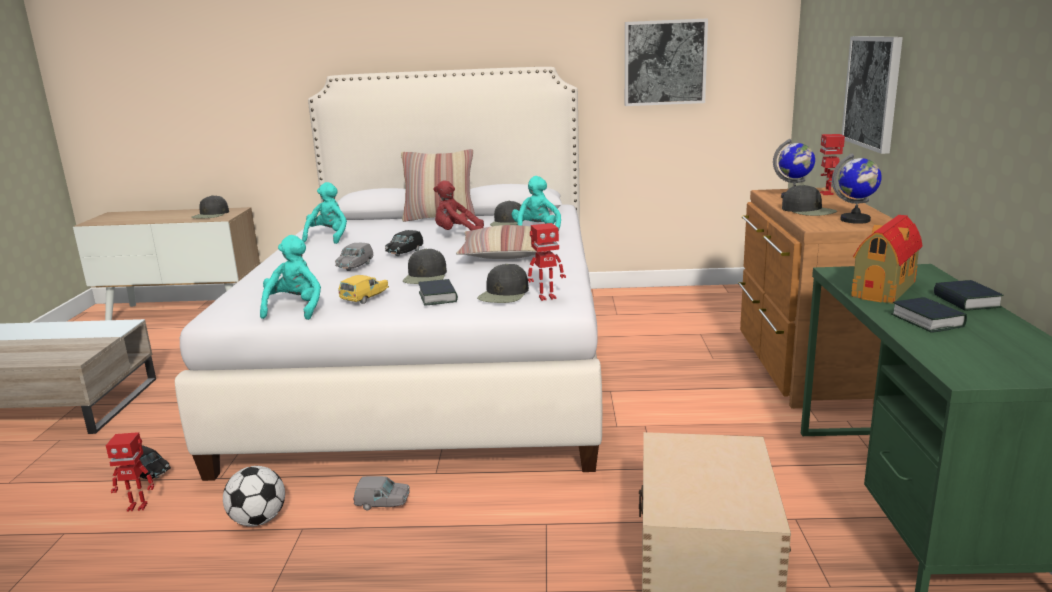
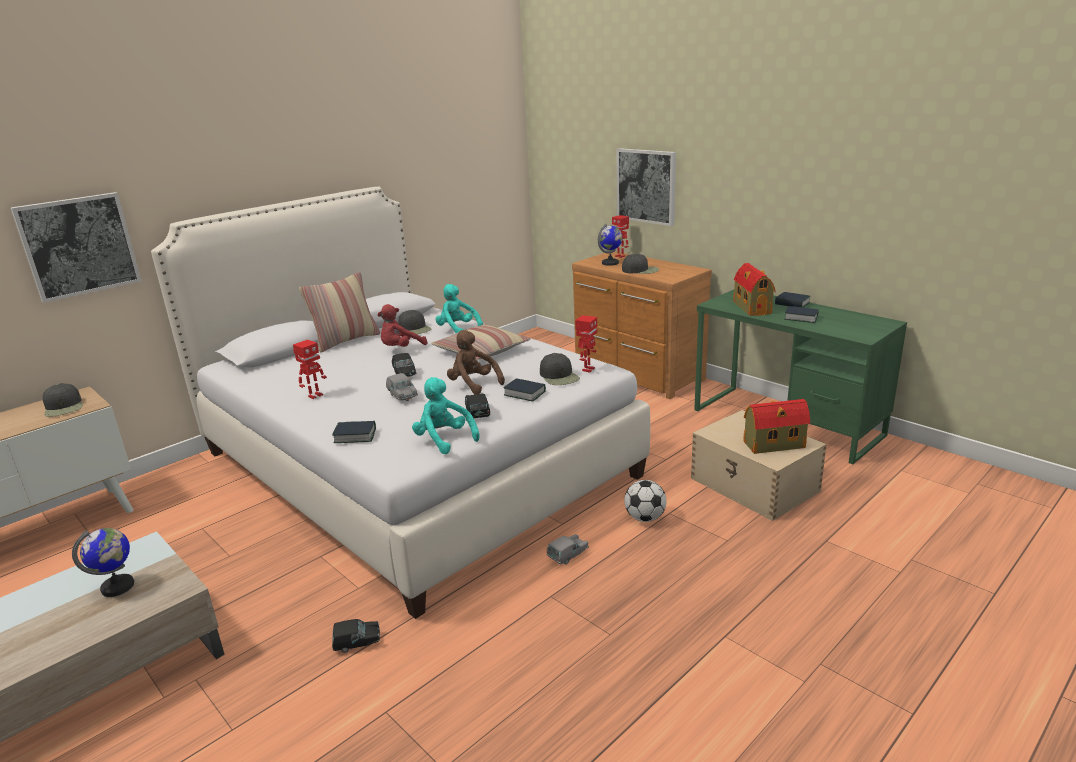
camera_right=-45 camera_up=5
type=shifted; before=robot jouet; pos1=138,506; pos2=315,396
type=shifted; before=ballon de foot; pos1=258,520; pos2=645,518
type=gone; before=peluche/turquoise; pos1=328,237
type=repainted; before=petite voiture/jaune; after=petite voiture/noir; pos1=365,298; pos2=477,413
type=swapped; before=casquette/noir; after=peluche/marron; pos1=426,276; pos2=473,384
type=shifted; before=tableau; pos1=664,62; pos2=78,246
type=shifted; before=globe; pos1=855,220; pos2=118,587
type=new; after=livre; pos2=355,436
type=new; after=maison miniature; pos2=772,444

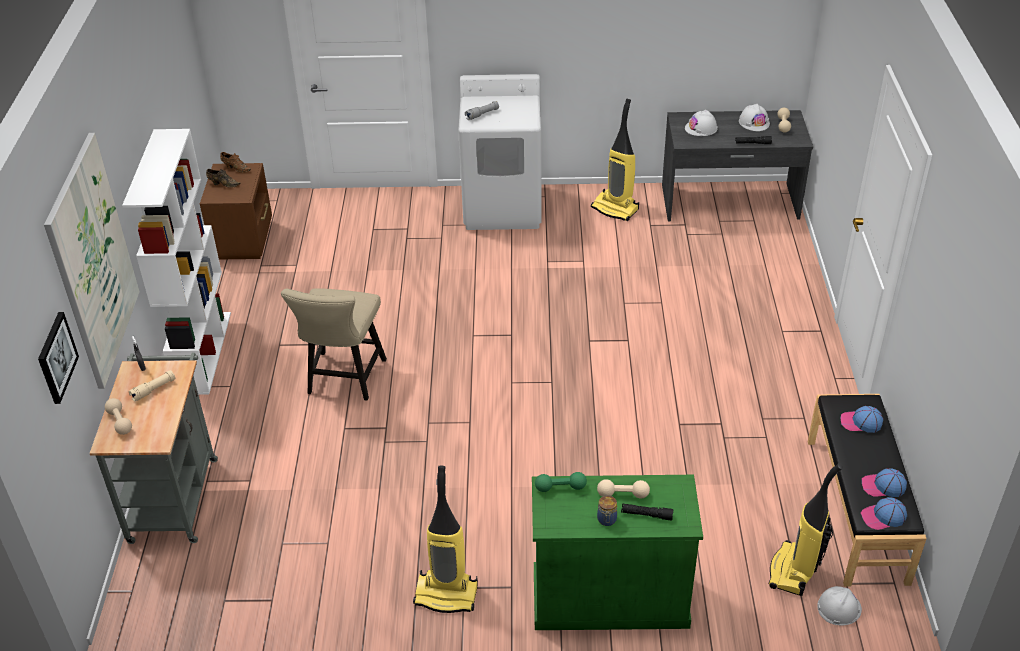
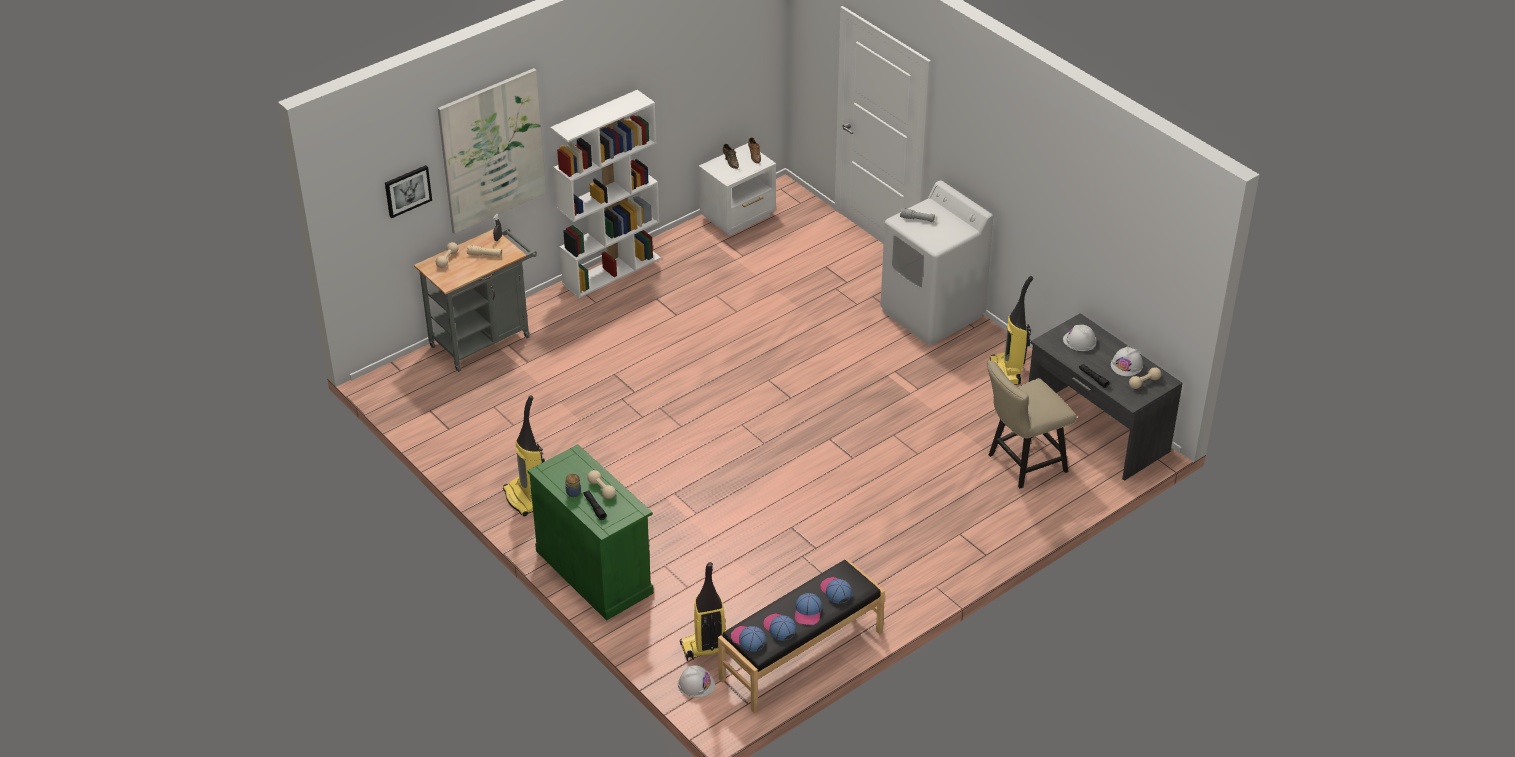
camera_right=50 camera_up=0
type=repainted; before=table de chevet/marron; after=table de chevet/blanc; pos1=245,241; pos2=739,217
type=shifted; before=chaise/beige; pos1=344,380; pos2=1022,464
type=gone; before=haltère/vert; pos1=560,487
type=new; after=casquette; pos2=808,612

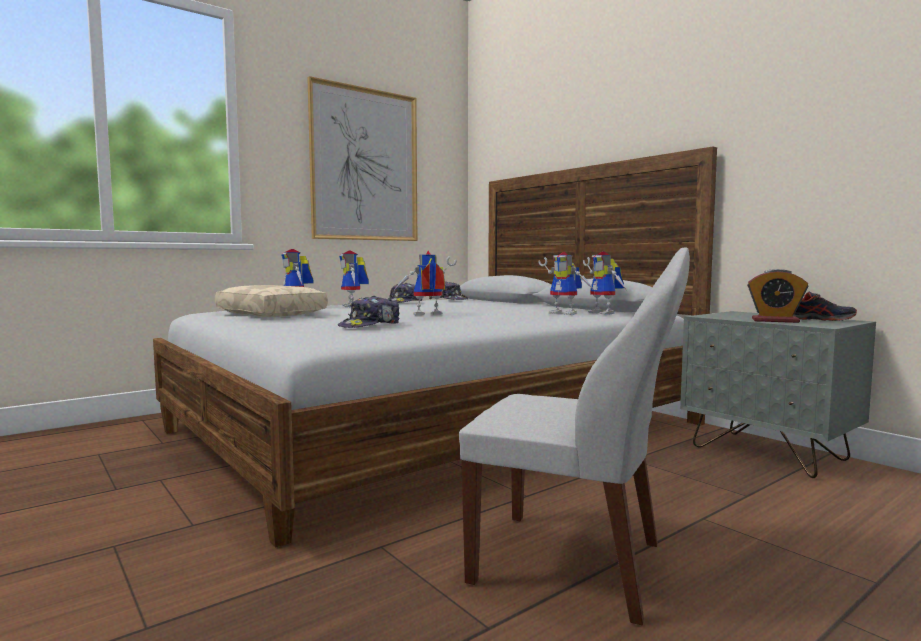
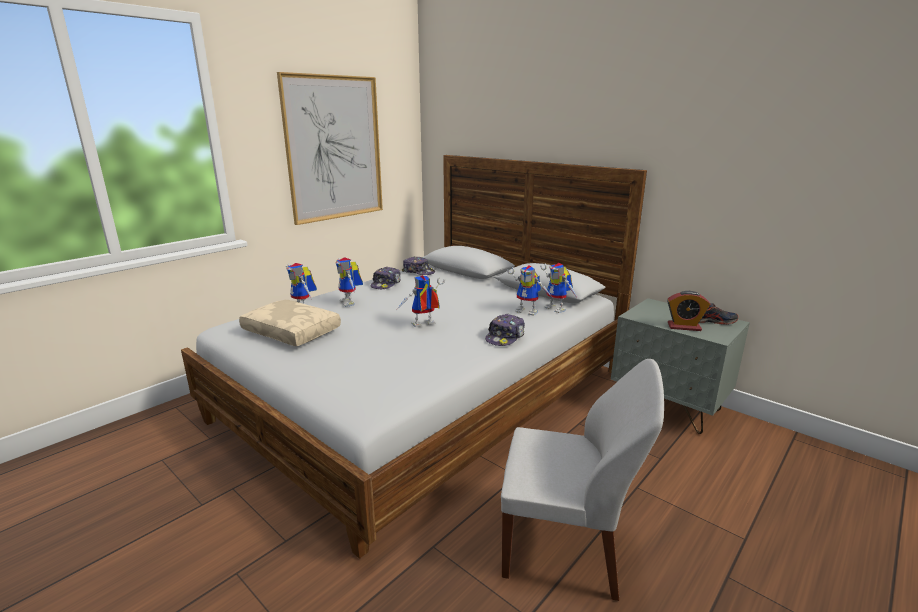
camera_right=-10 camera_up=15
type=shifted; before=casquette; pos1=370,326; pos2=505,337

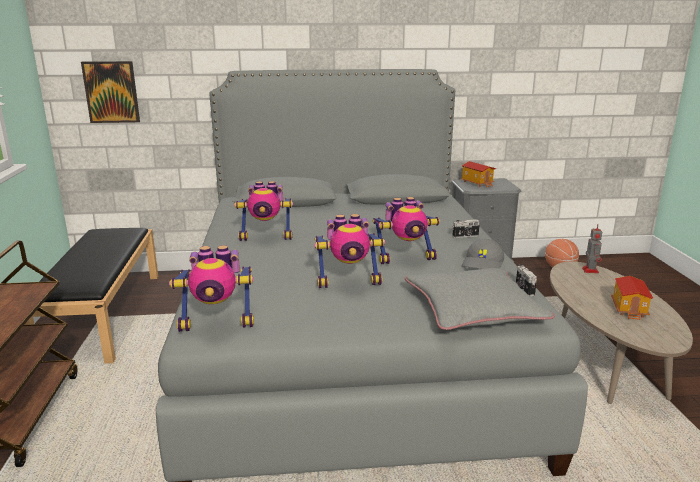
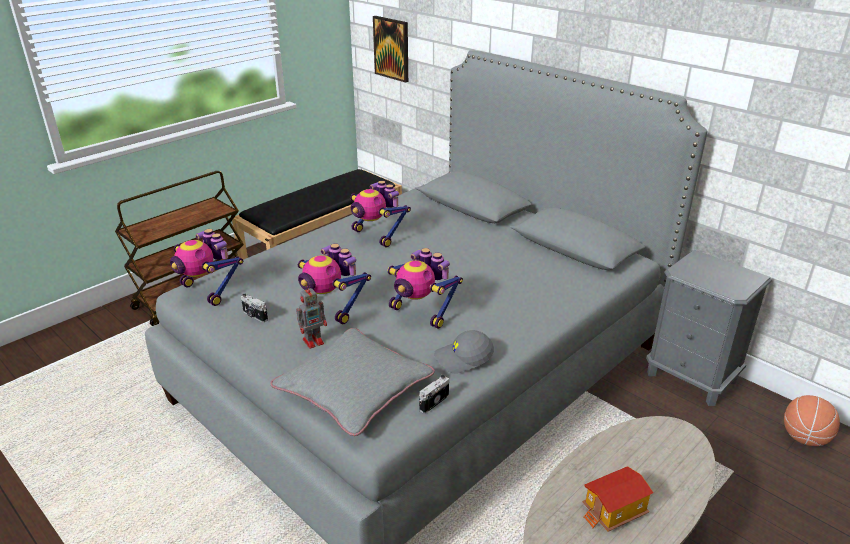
camera_right=50 camera_up=10
type=shifted; before=appareil photo; pos1=465,236; pos2=254,316
type=gone; before=maison miniature; pos1=477,183
type=shifted; before=robot jouet; pos1=590,270; pos2=314,341

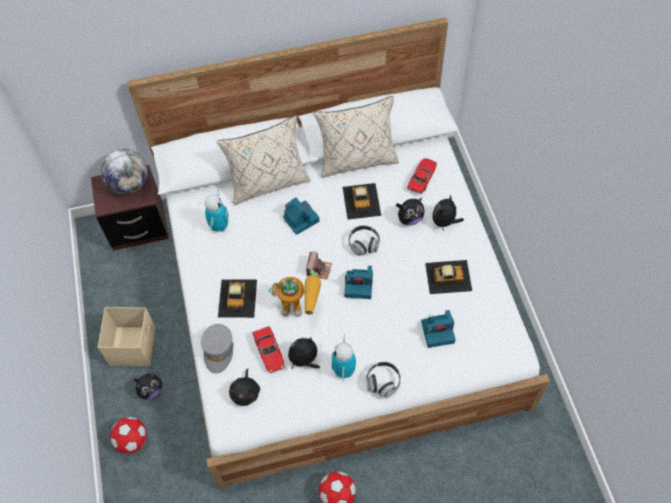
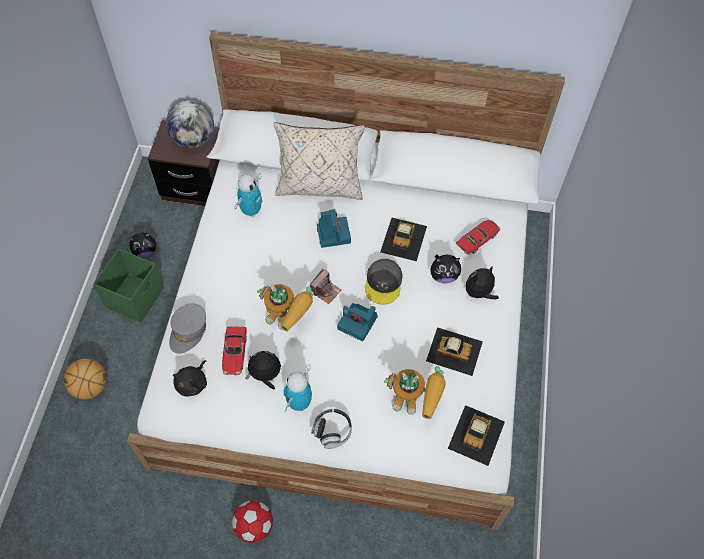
camera_right=20 camera_up=0
type=repainted; before=boîte de rangement/beige; after=boîte de rangement/vert; pos1=133,345; pos2=135,297
type=swapped; before=ballon de foot; after=ballon de basket; pos1=132,440; pos2=90,387
type=shifted; before=peluche; pos1=150,390; pos2=145,251
type=shifted; before=petite voiture; pos1=237,298; pos2=476,434
type=gone; before=coussin/beige; pos1=357,160
type=swapped; before=casque audio; after=casquette/gris; pos1=364,244; pos2=383,283
type=swapped; before=appareil photo; after=robot jouet; pos1=438,331; pos2=415,403

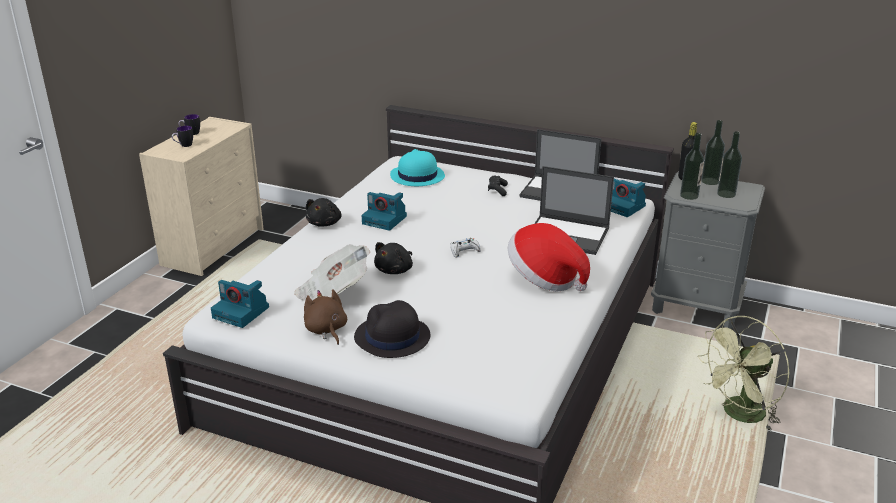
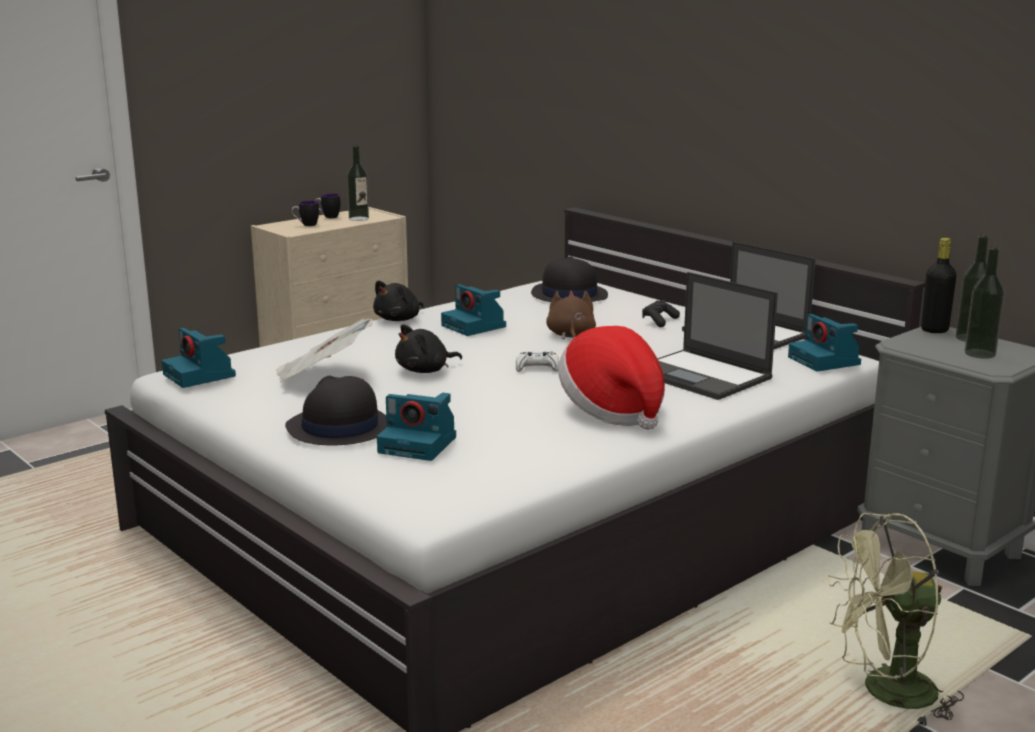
camera_right=25 camera_up=-10
type=shifted; before=peluche/marron; pos1=326,330; pos2=570,335
type=repainted; before=chapeau/turquoise; after=chapeau/noir; pos1=417,176; pos2=568,295
type=shifted; before=bouteille; pos1=689,195; pos2=359,218
type=new; after=appareil photo; pos2=419,445

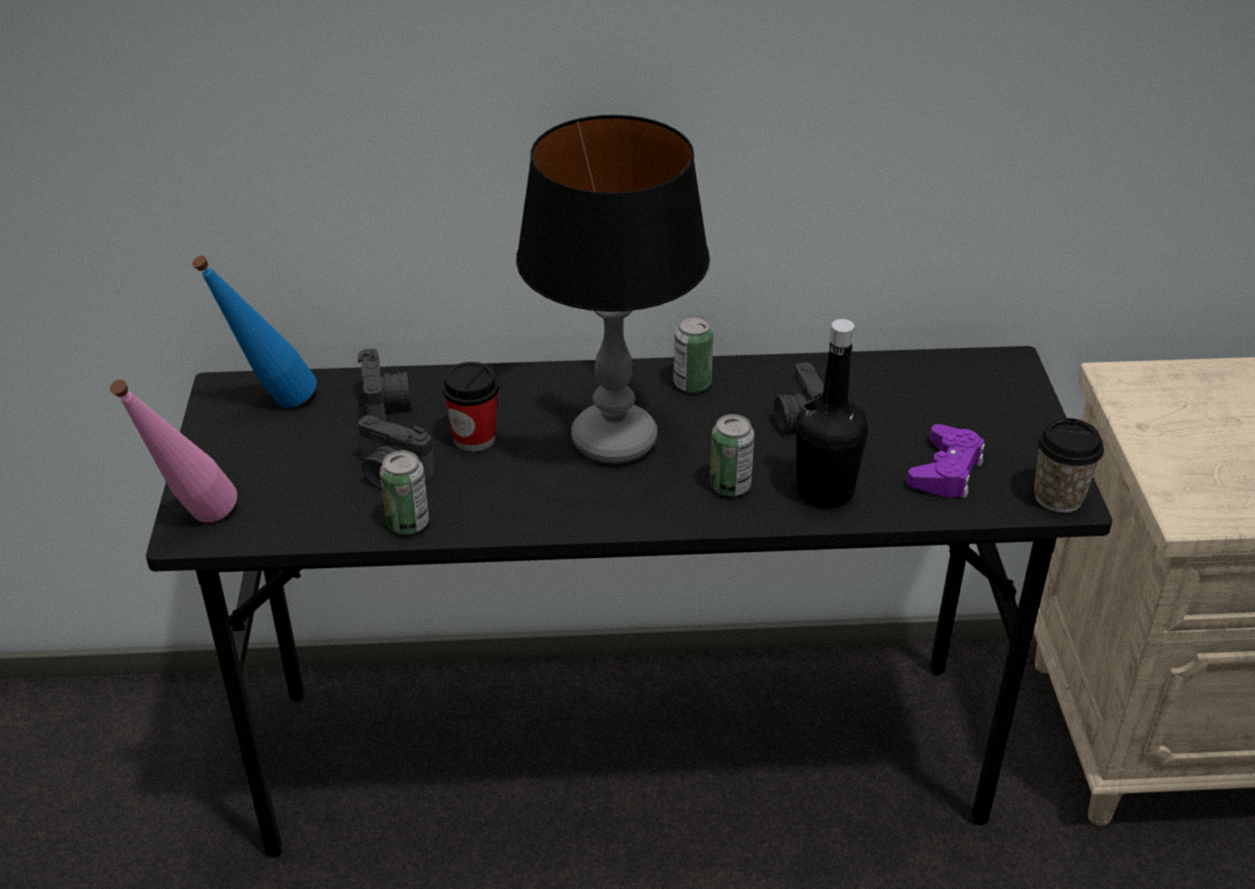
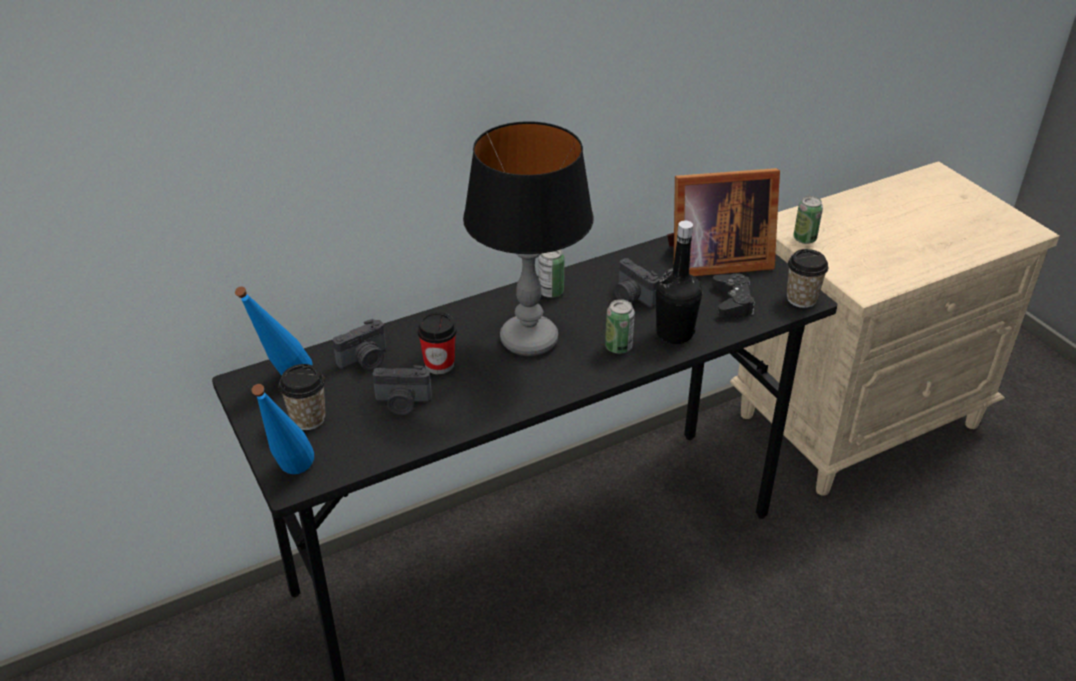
camera_right=-25 camera_up=0
type=repainted; before=bouteille/rose; after=bouteille/bleu; pos1=194,525; pos2=291,478
type=rotated; before=appareil photo; pos1=387,406; pos2=365,361; turn=90
type=shifted; before=boîte métallique; pos1=408,523; pos2=804,239
type=repainted; before=manette/violet; after=manette/noir; pos1=946,471; pos2=732,302
type=new; after=tasse; pos2=308,418
type=new; after=cadre photo; pos2=713,261

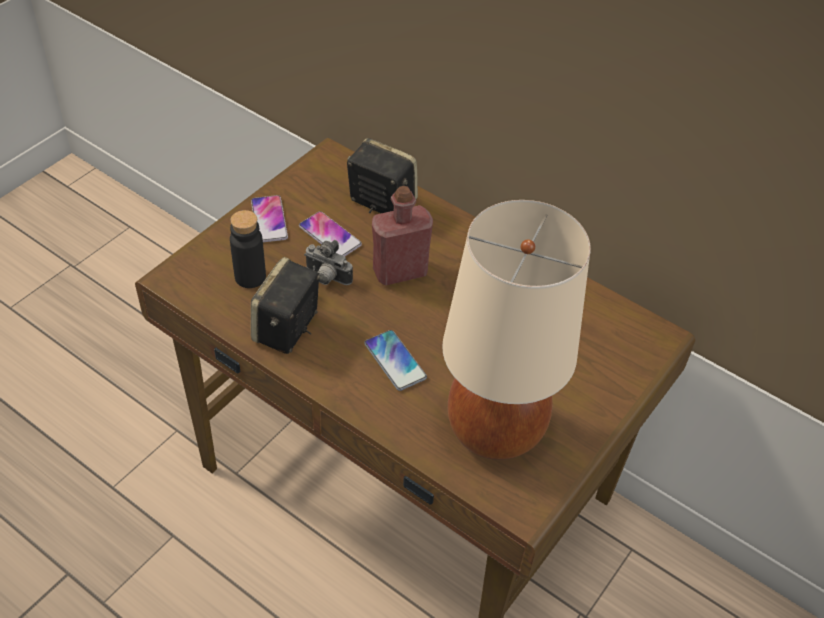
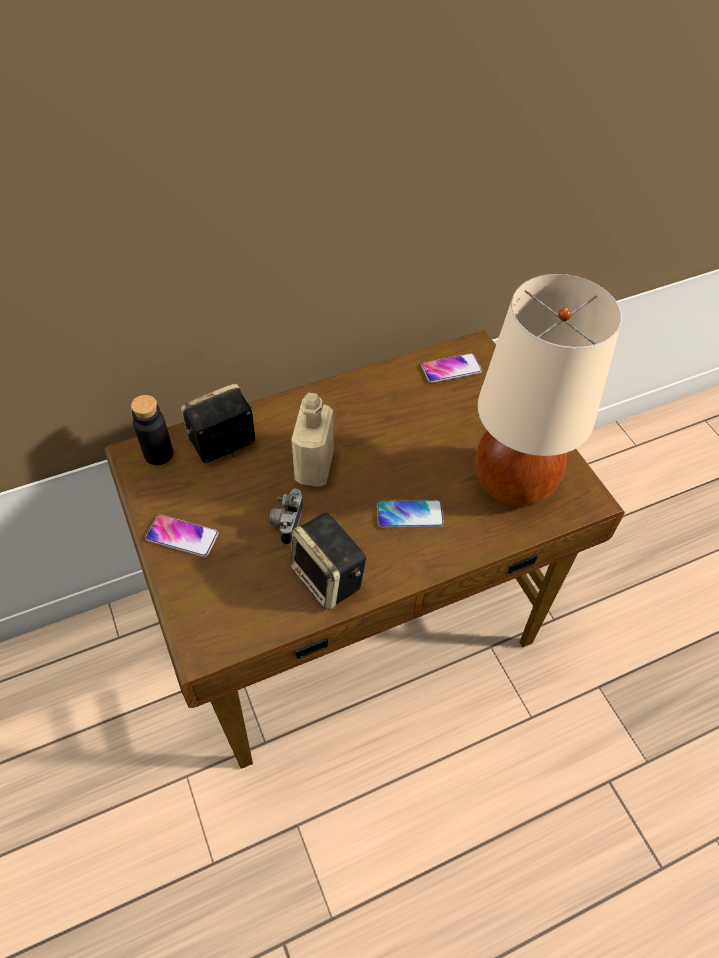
camera_right=-60 camera_up=5
type=shifted; before=bouteille/noir; pos1=250,277; pos2=158,454
type=shifted; before=téléphone; pos1=330,236; pos2=451,369
type=rotated; before=appareil photo; pos1=326,278; pos2=286,523; turn=135
type=repainted; before=bouteille/rouge; after=bouteille/beige; pos1=400,271; pos2=314,467

